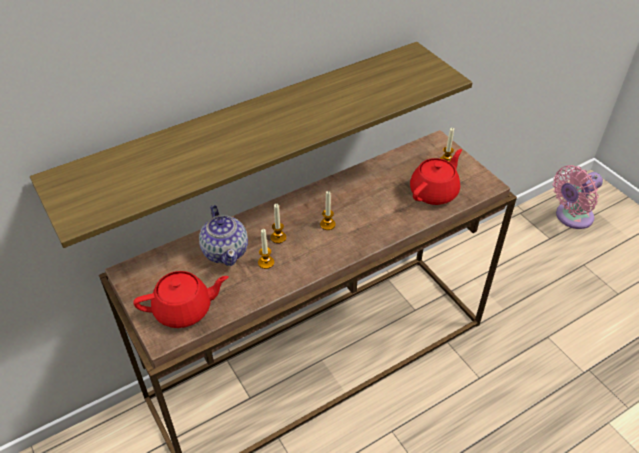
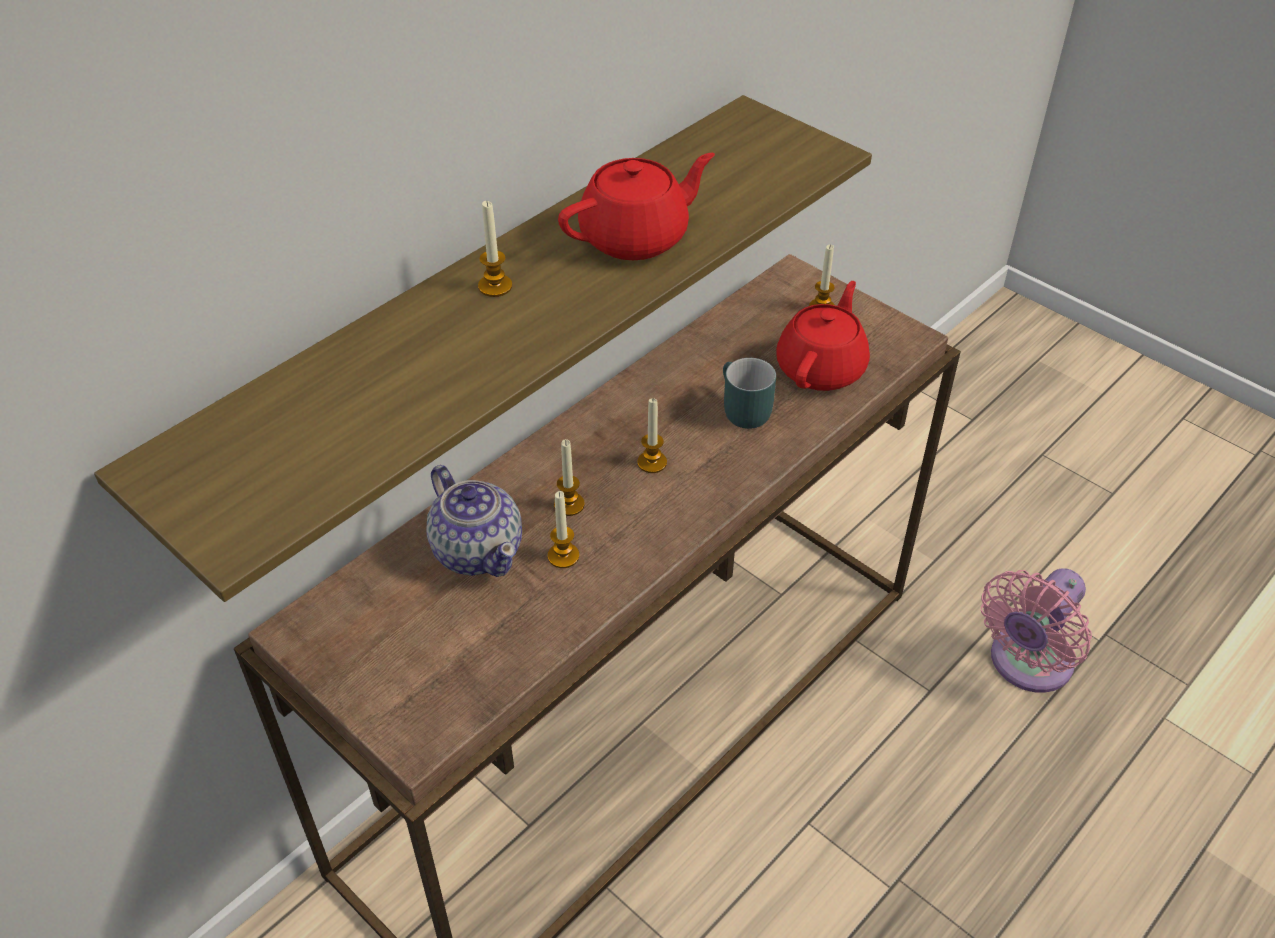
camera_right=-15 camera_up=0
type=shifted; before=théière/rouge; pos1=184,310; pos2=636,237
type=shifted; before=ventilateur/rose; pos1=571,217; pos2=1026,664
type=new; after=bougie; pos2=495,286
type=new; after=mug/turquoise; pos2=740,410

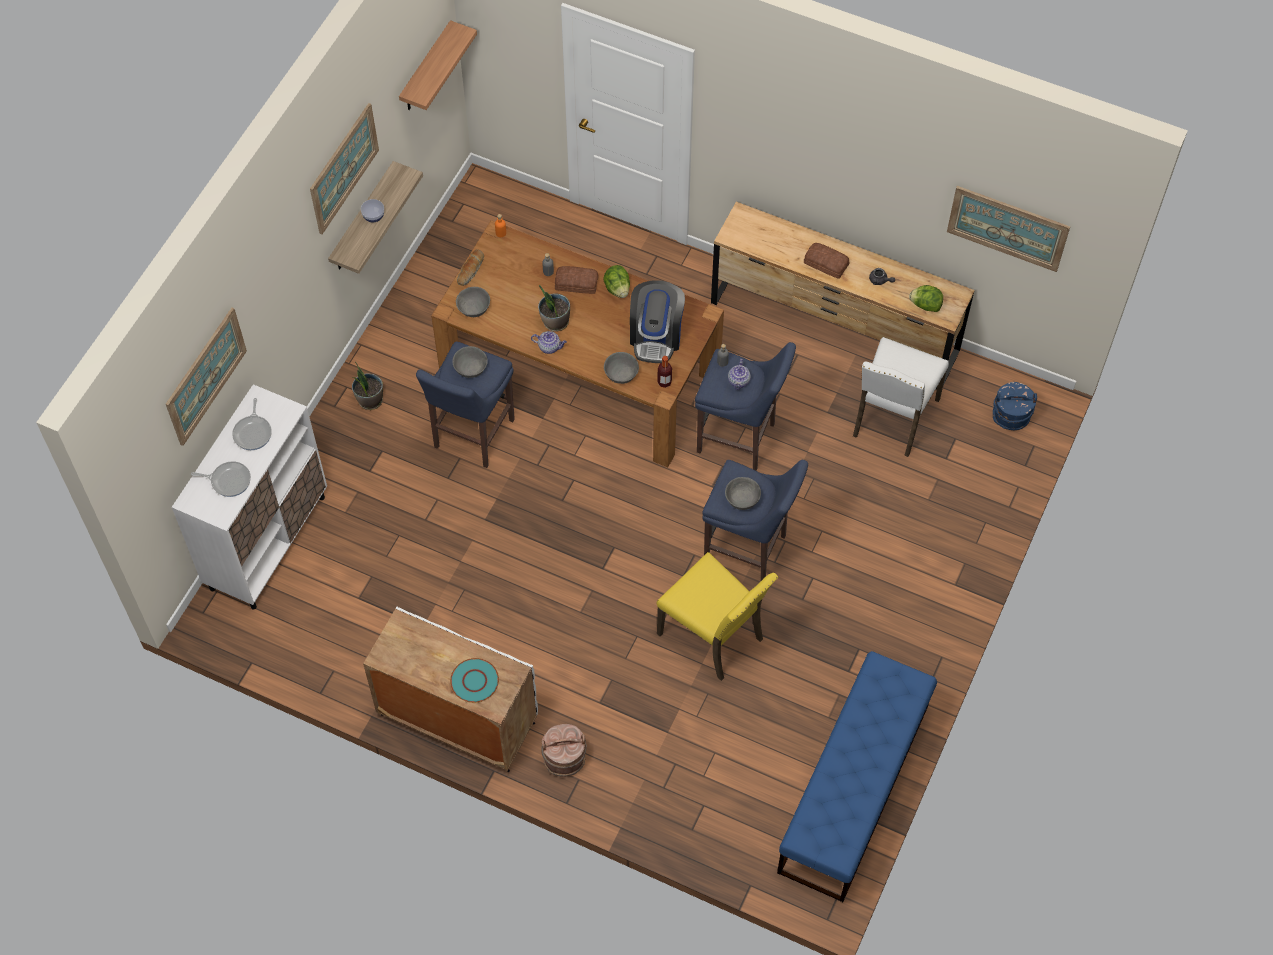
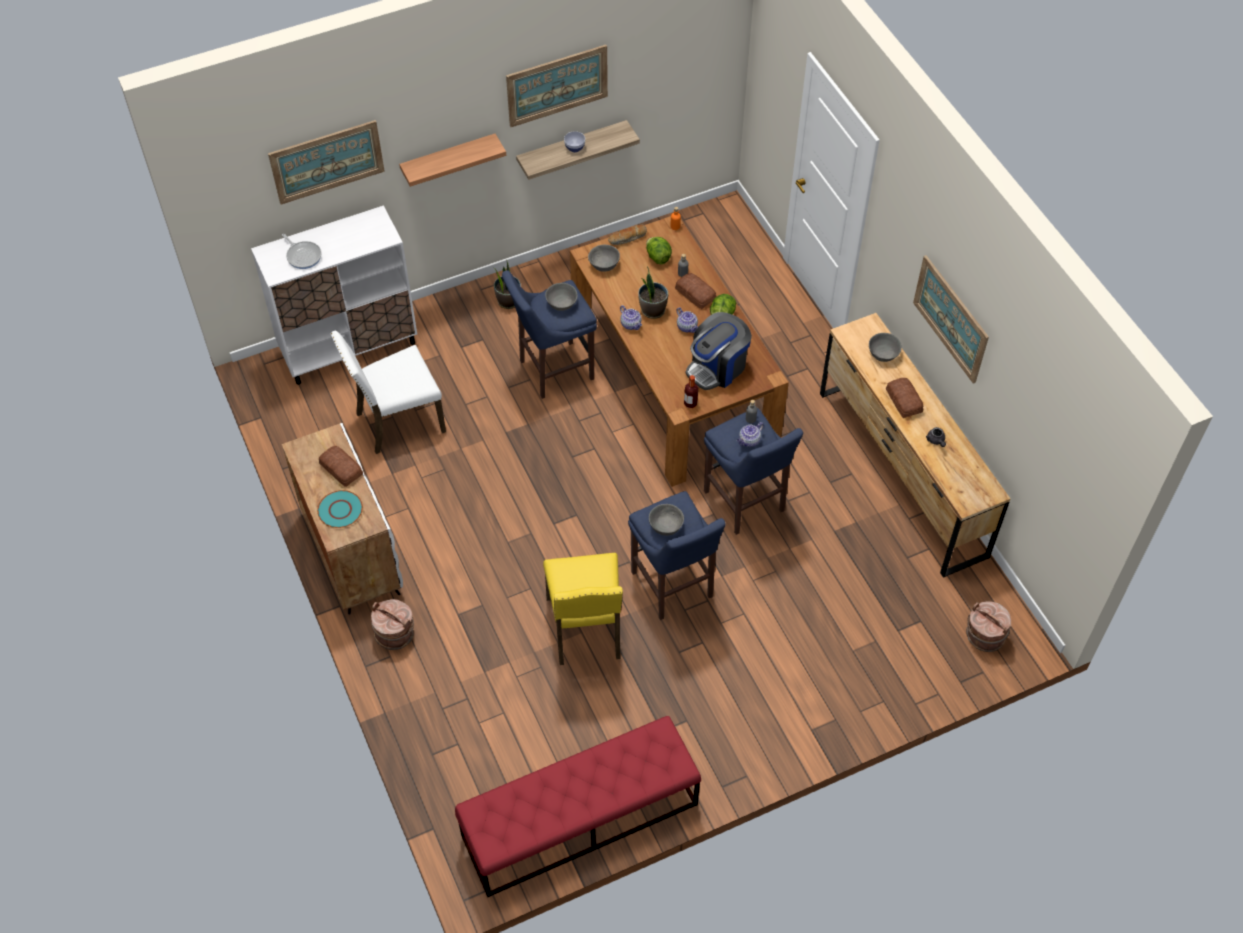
camera_right=40 camera_up=-5
type=gone; before=poêle; pos1=253,432
type=shifted; before=étagère; pos1=426,69; pos2=449,160
type=shifted; before=bol/gris; pos1=621,374; pos2=883,354
type=repainted; before=banc/bleu; after=banc/rouge; pos1=853,789; pos2=579,820
type=shifted; before=chaise/blanc; pos1=893,418; pos2=397,421
type=shifted; before=laitue; pos1=925,305; pos2=657,257
type=shifted; before=tableau; pos1=1007,228; pos2=950,318
type=repainted; before=seau/bleu; after=seau/marron; pos1=1010,417; pos2=984,637
type=new; after=pain; pos2=341,470
type=new; after=théière; pos2=687,327

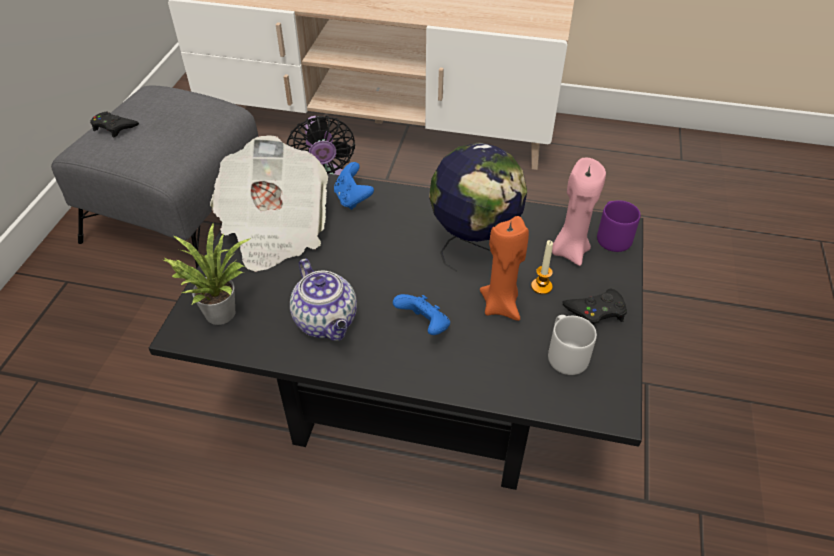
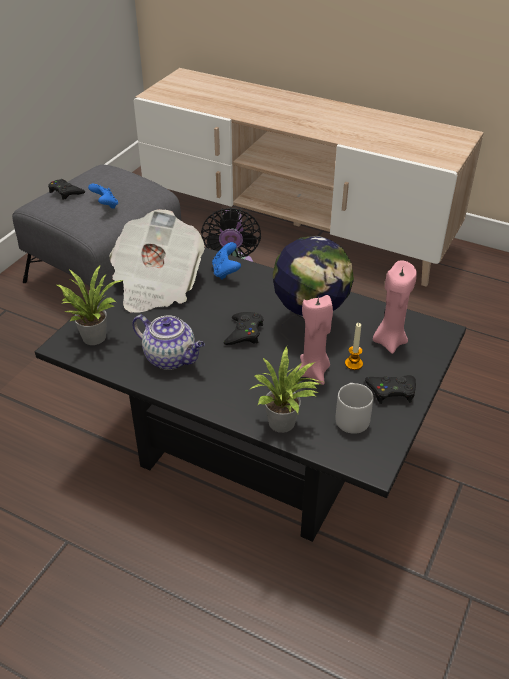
camera_right=15 camera_up=-5
type=rotated; before=théière; pos1=327,322; pos2=171,358; turn=-45
type=shifted; before=manette/bleu; pos1=424,326; pos2=105,205
type=repainted; before=bougie/orange; after=bougie/rose; pos1=501,305; pos2=314,372
type=gone; before=mug/violet; pos1=612,237
type=new; after=manette/noir; pos2=244,333
type=new; after=plante en pot; pos2=284,424

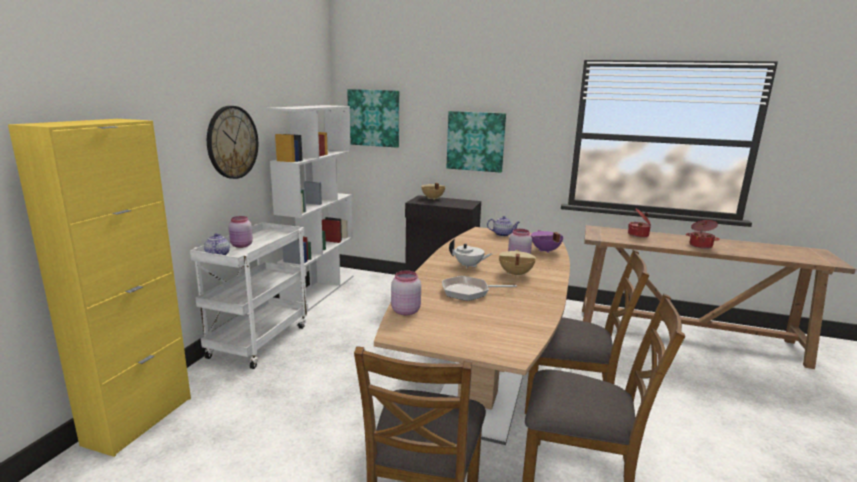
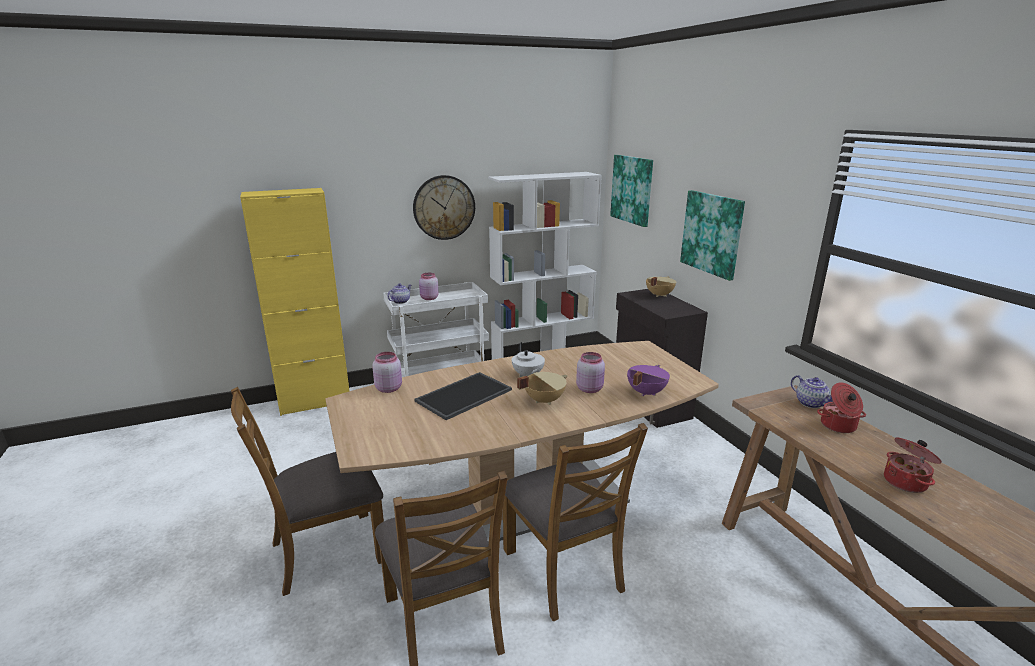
camera_right=50 camera_up=5
type=swapped; before=poêle; after=plateau; pos1=469,292; pos2=464,396
type=shifted; before=théière; pos1=503,234; pos2=811,403

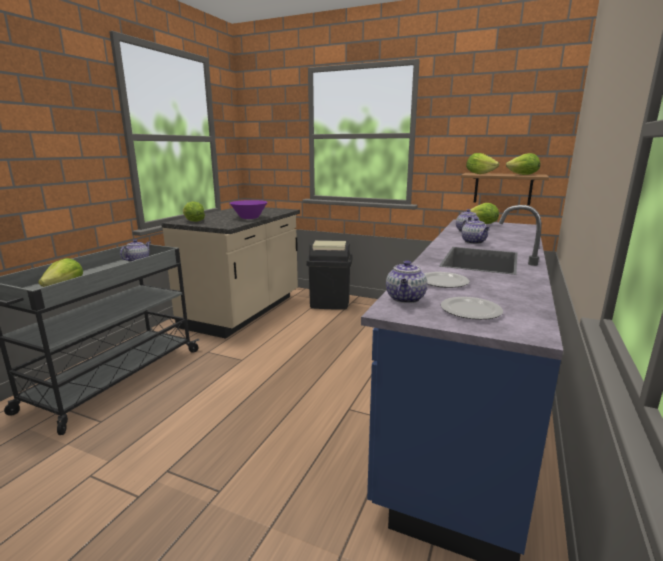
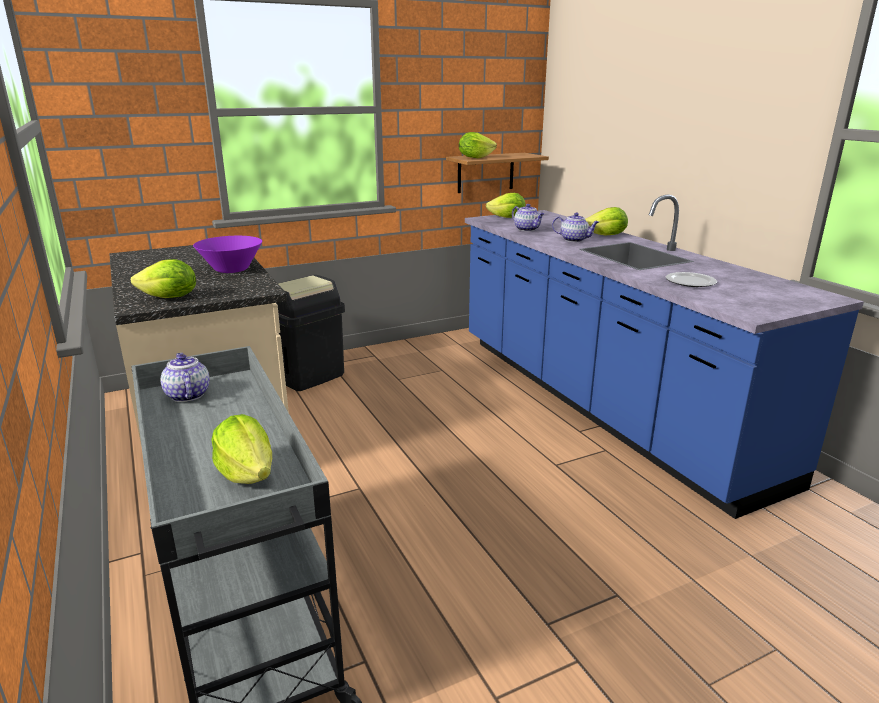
camera_right=-50 camera_up=5
type=gone; before=théière; pos1=405,299
type=gone; before=assiette; pos1=471,311
type=shifted; before=laitue; pos1=523,175; pos2=606,235

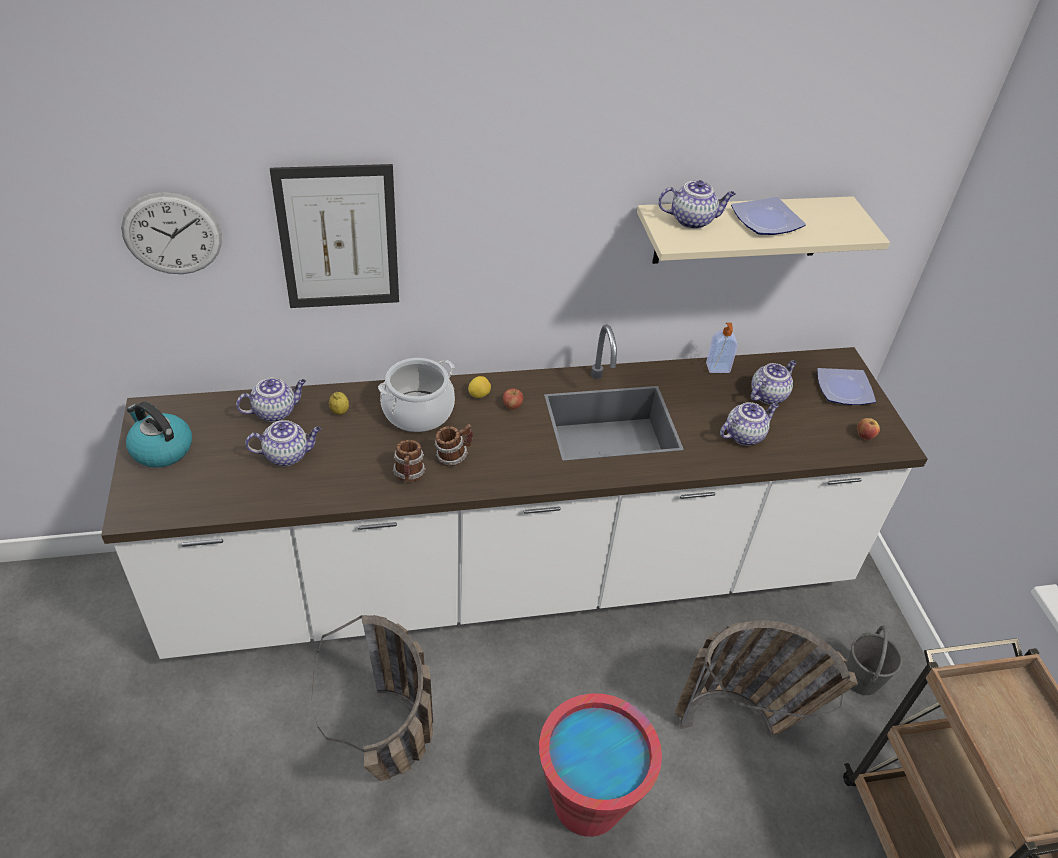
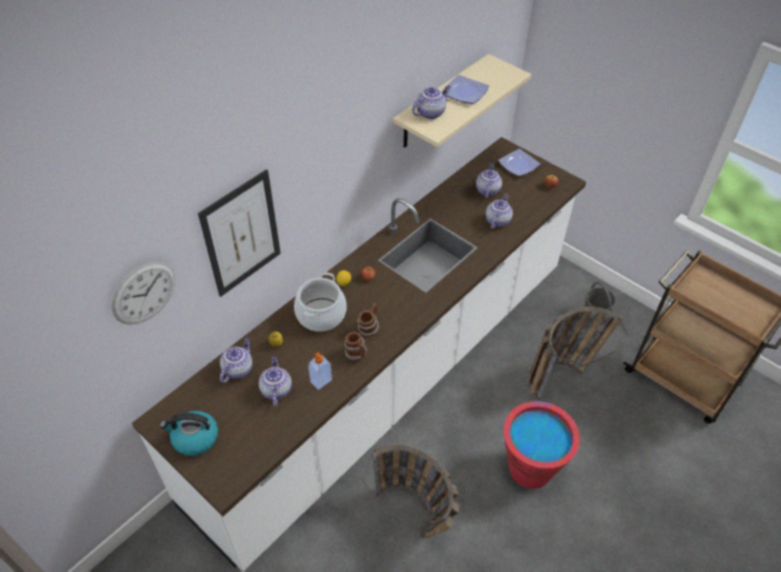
camera_right=-35 camera_up=5
type=rotated; before=théière; pos1=287,455; pos2=276,389; turn=-45
type=shifted; before=distributeur de savon; pos1=718,368; pos2=321,381

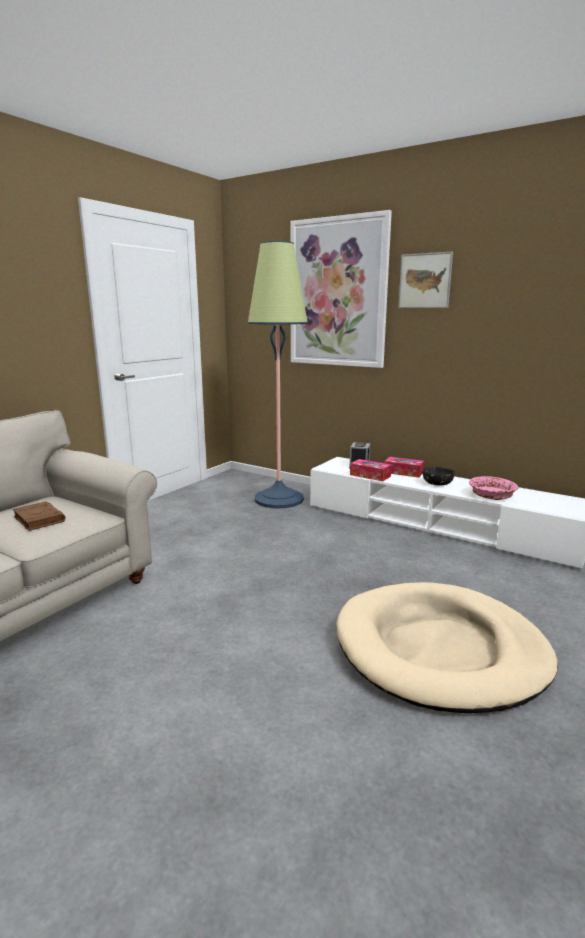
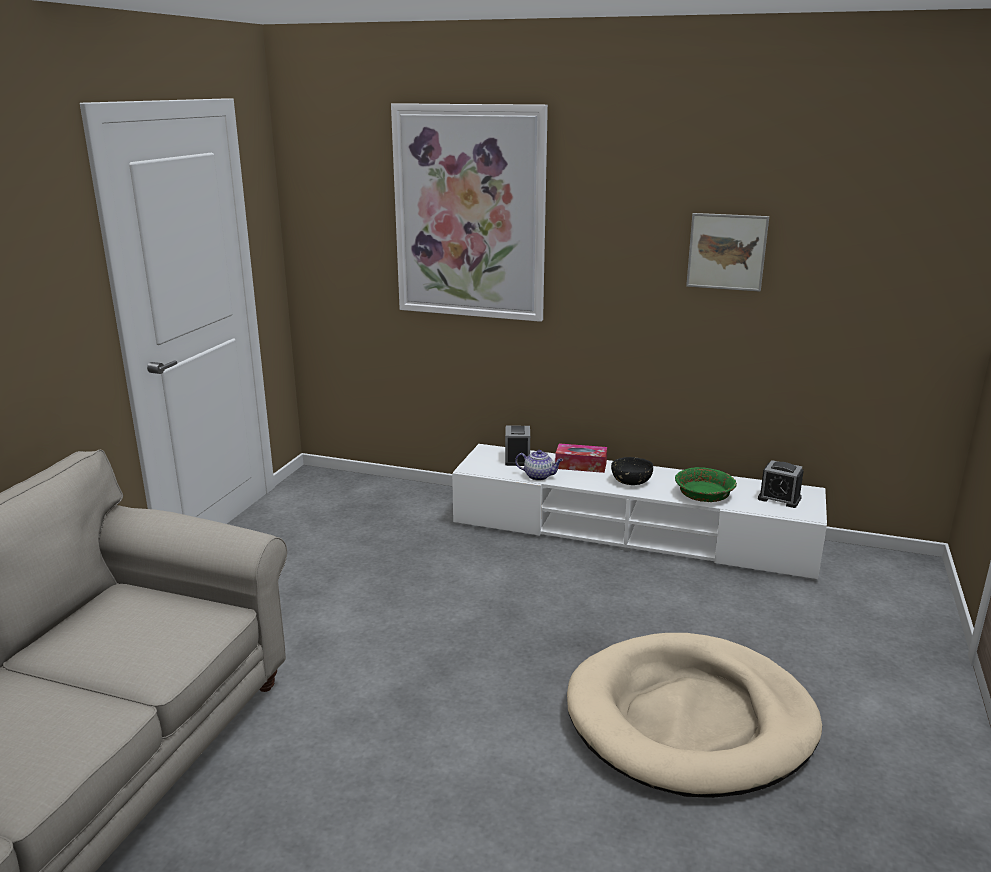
camera_right=-15 camera_up=5
type=gone; before=livre/marron; pos1=38,519
type=gone; before=lampadaire; pos1=279,499
type=swapped; before=boîte à mouchoirs; after=théière; pos1=370,475; pos2=539,476
type=shifted; before=tableau; pos1=425,281; pos2=726,252
type=repainted; before=bol/rose; after=bol/vert; pos1=491,495; pos2=704,495
type=new; after=réveil; pos2=779,498

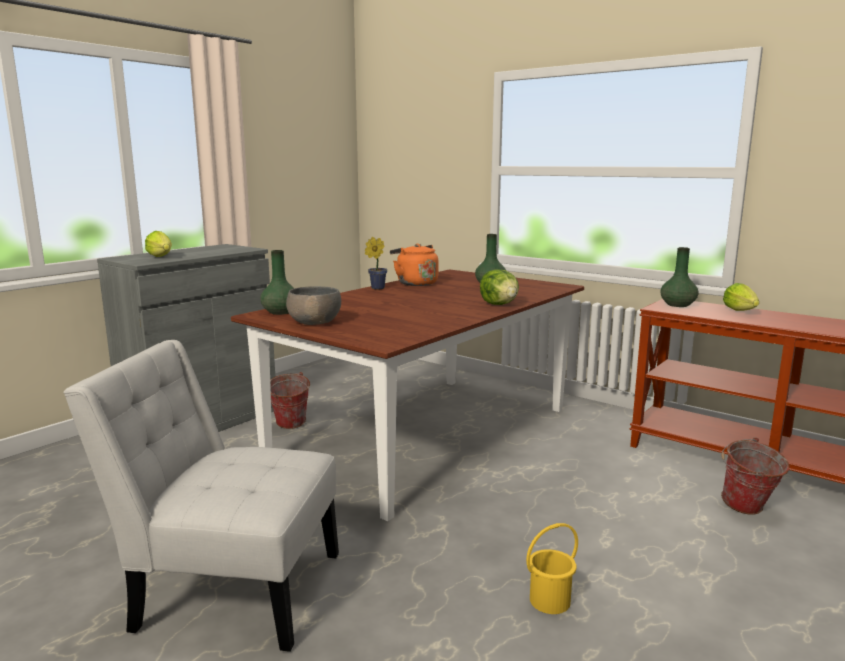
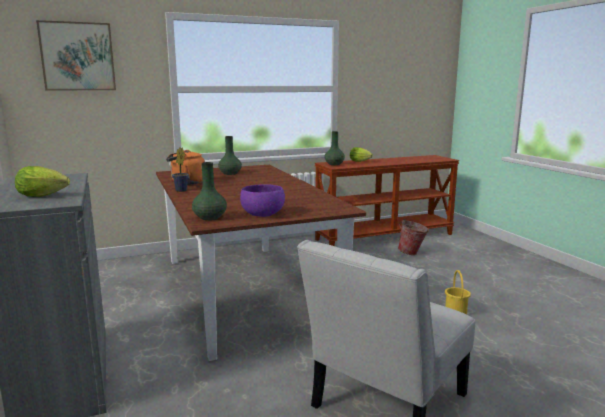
camera_right=-60 camera_up=0
type=gone; before=seau; pos1=289,426
type=repainted; before=bol/gris; after=bol/violet; pos1=314,322; pos2=263,214
type=gone; before=laitue; pos1=499,304
type=new; after=tableau; pos2=78,56

